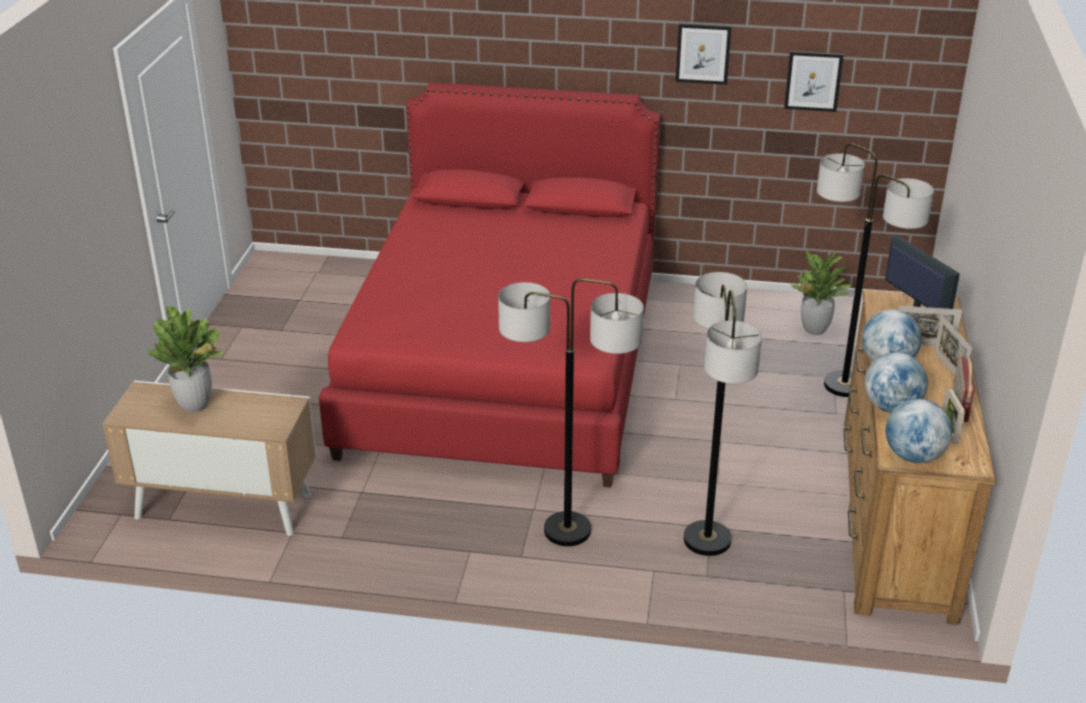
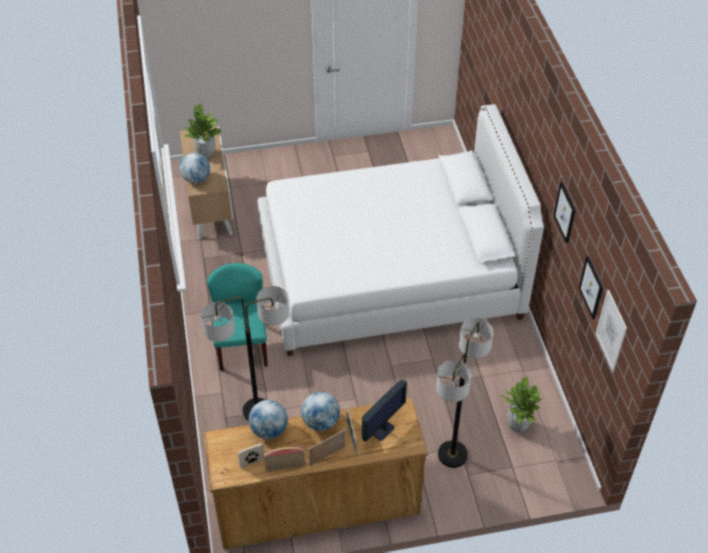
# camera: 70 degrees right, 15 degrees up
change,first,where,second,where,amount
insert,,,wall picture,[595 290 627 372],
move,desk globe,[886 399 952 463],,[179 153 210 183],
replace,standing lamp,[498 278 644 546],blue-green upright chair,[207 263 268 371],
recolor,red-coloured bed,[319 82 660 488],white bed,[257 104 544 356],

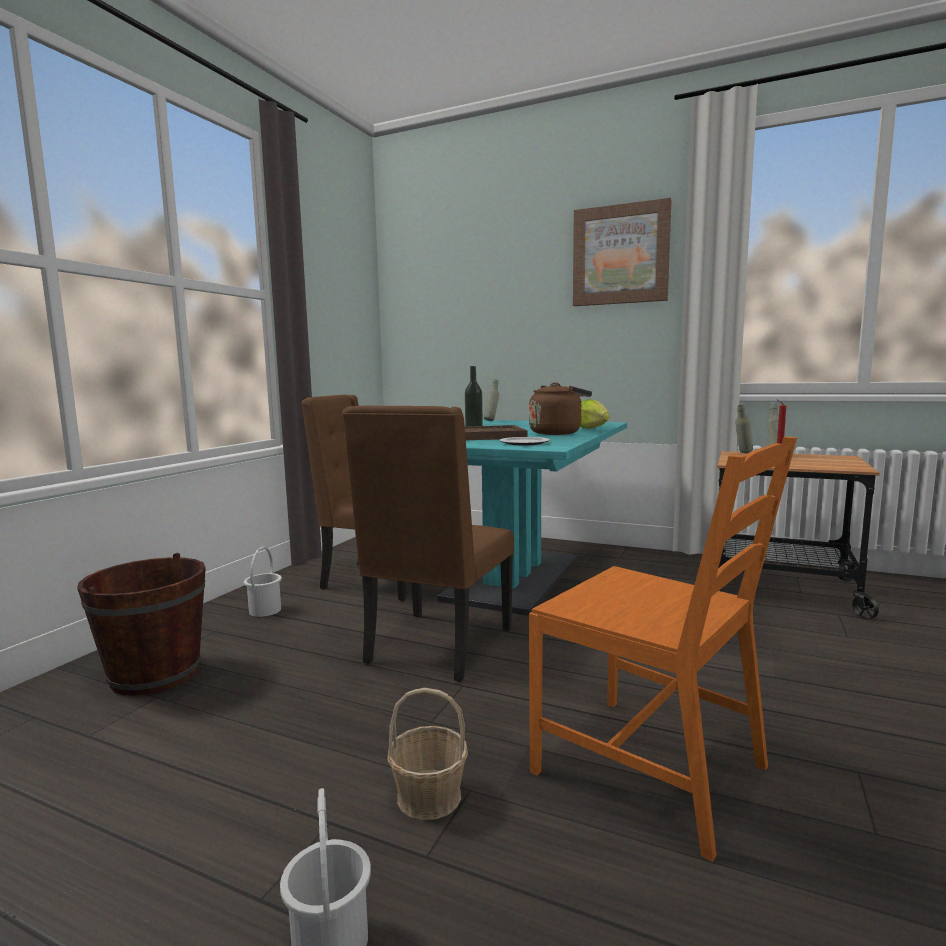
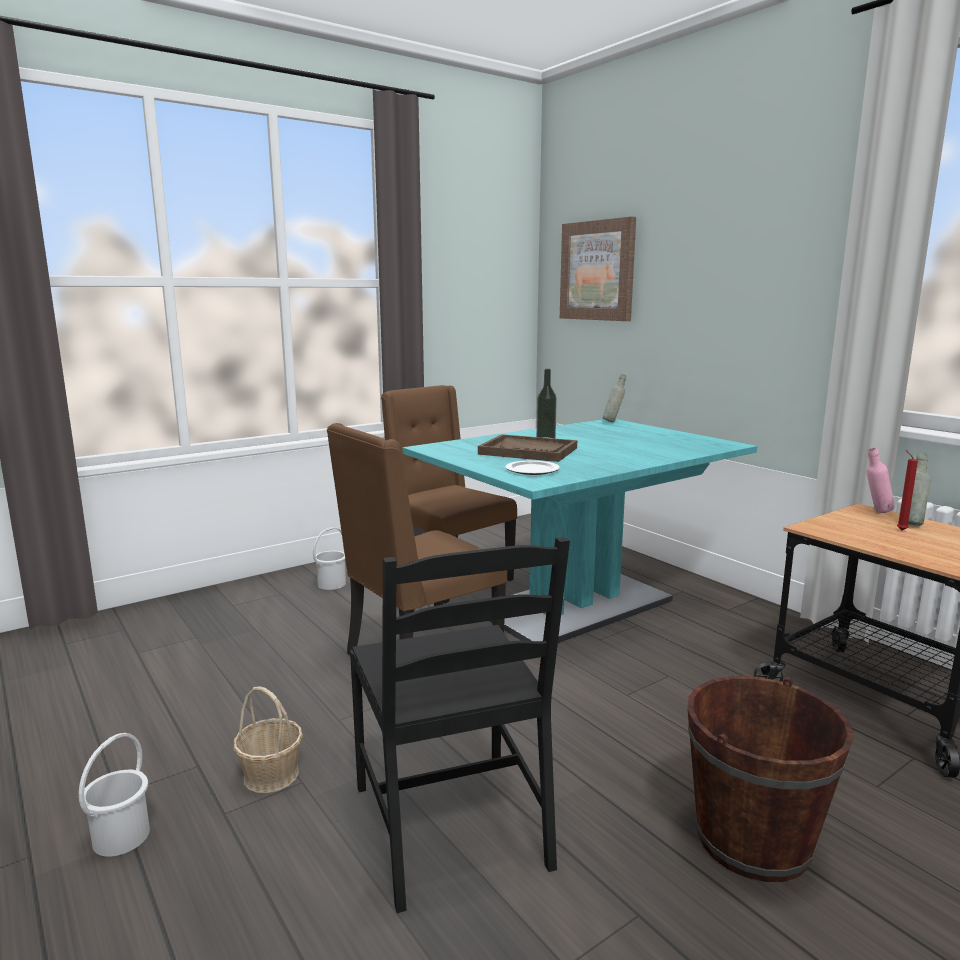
# camera: 30 degrees right, 5 degrees up
change,first,where,second,where,amount
delete,brown kettle,[529 382 592 435],,,
delete,head of lettuce,[580 399 610 429],,,
move,brown pail,[77 553 206 696],,[687 676 854 882],
move,wall picture,[573 198 672 306],,[560 217 636 321],
recolor,orange-coloured upright chair,[529 437 797 862],black-coloured upright chair,[350 537 570 913],
recolor,greyish beverage bottle,[735 404 753 453],pink-coloured beverage bottle,[866 447 894 513],

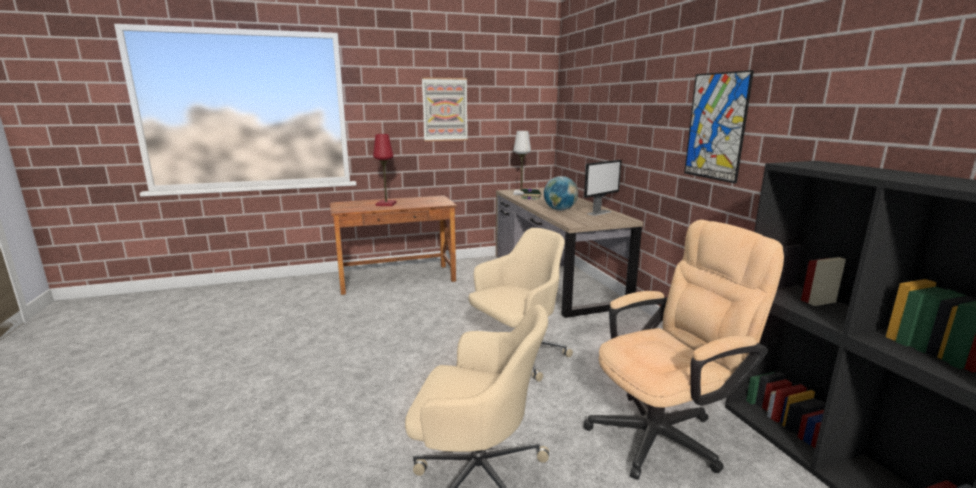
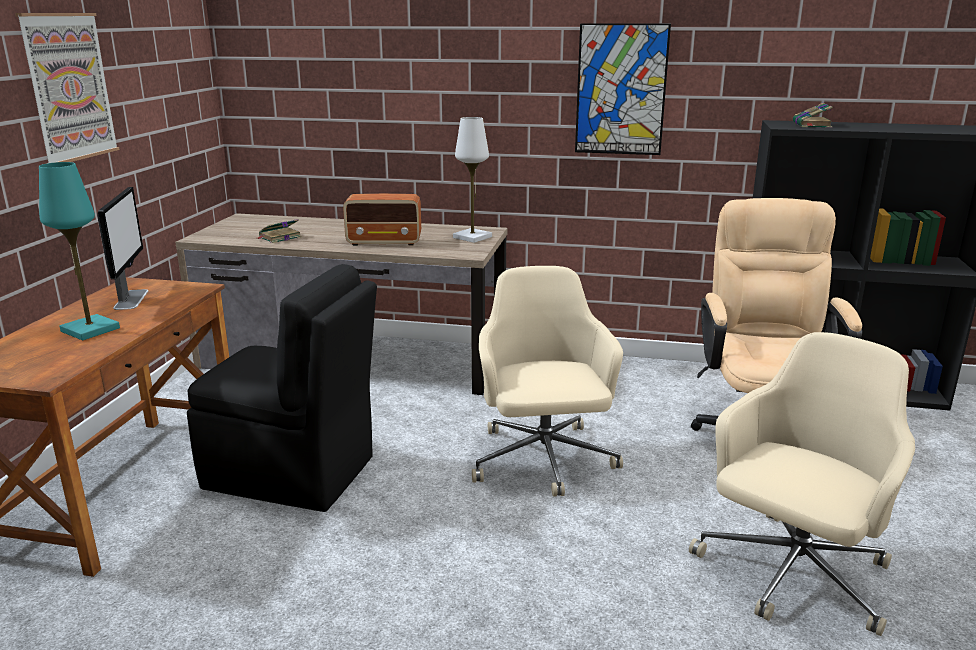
# camera: 60 degrees left, 5 degrees up
change,first,where,second,where,amount
insert,,,black-coloured upright chair,[187 264 377 512],
insert,,,book,[793 103 833 128],
move,white lamp for a table,[513 131 531 195],,[453 117 492 243],
move,computer display,[584 160 622 216],,[97 187 148 310],
replace,desk globe,[544 176 578 210],radio receiver,[343 193 421 246],
recolor,red-coloured lamp for a table,[373 134 397 206],blue-green lamp for a table,[39 162 120 340],

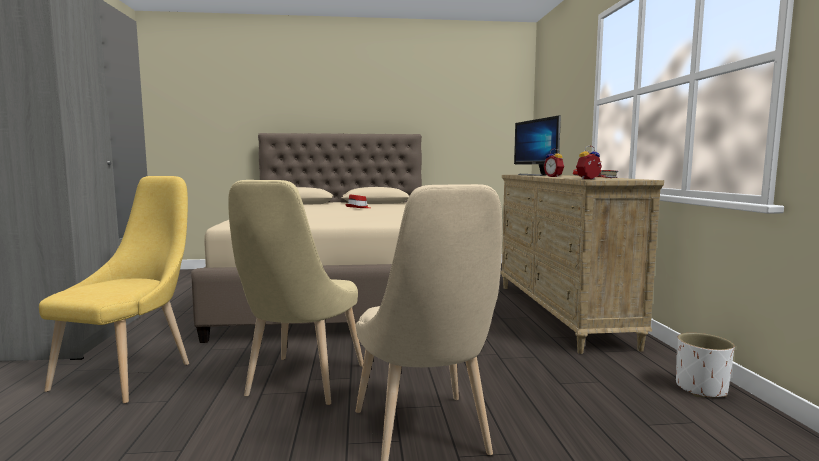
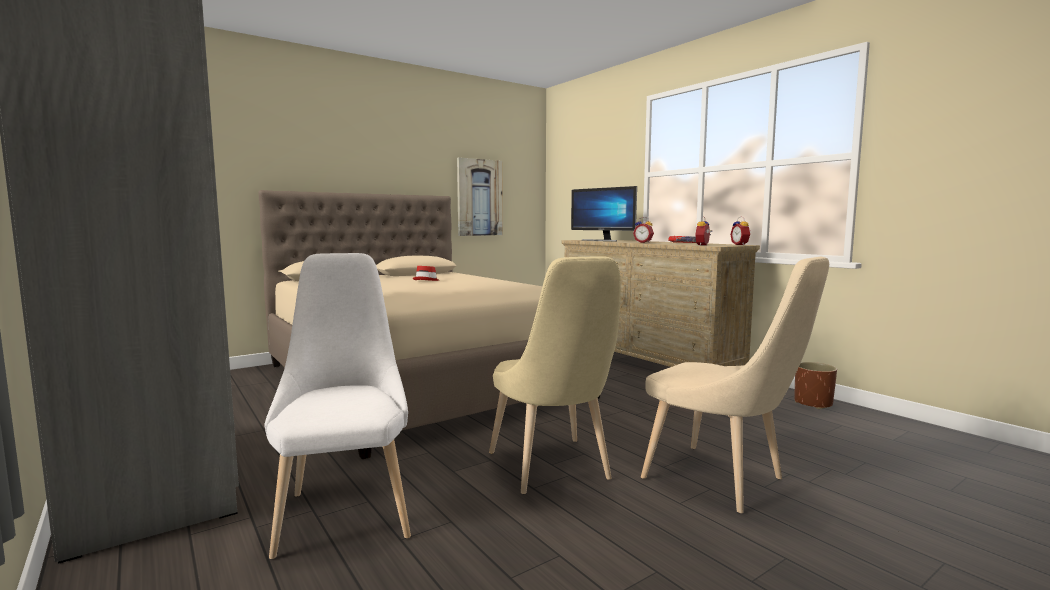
# camera: 30 degrees left, 0 degrees up
change,first,where,second,where,amount
insert,,,wall picture,[457 157 503 236],
insert,,,table clock,[730 216 751 245],
recolor,yellow upright chair,[39 176 189 403],white upright chair,[264 253 411 559],
recolor,white flower pot,[676 333 735 398],brown flower pot,[794 362 837 409],

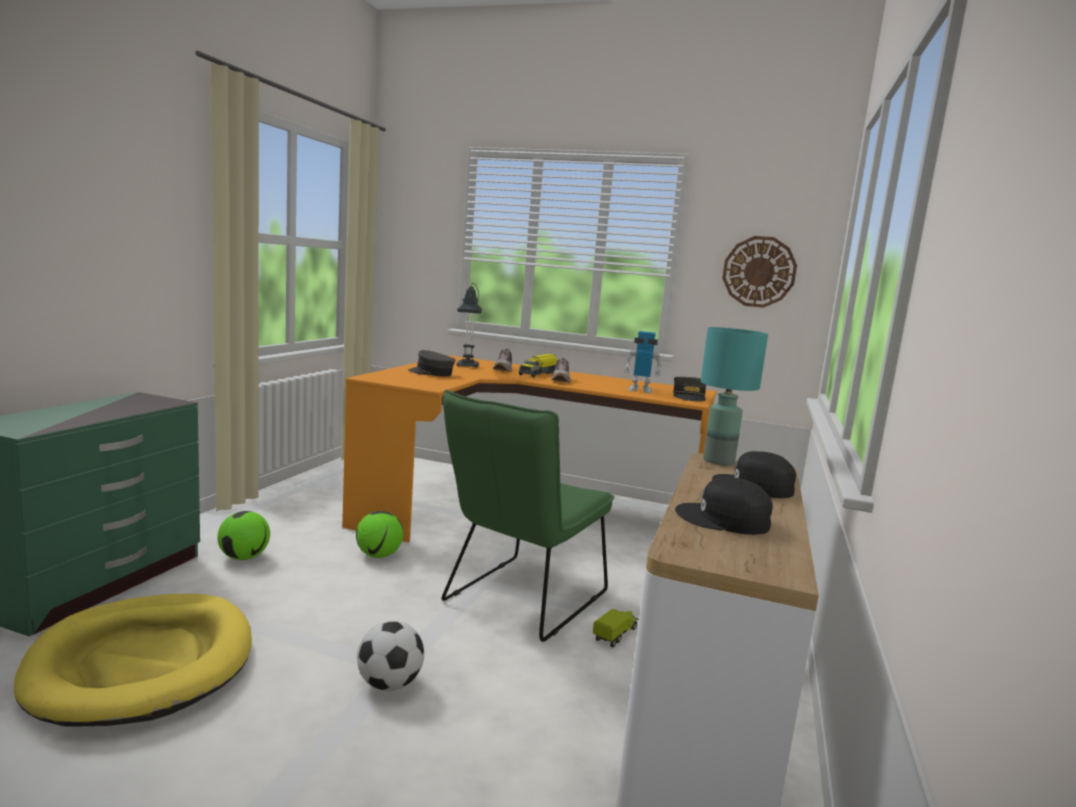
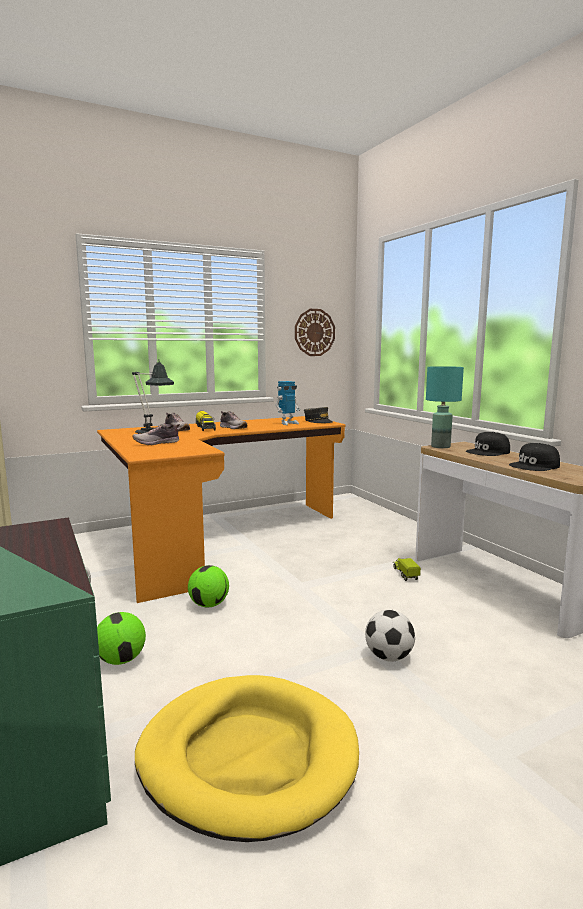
# camera: 45 degrees left, 0 degrees up
change,first,where,second,where,amount
delete,green upright chair,[442 389 614 642],,,
replace,greyish peaked cap,[408 350 455 377],shoe,[132 423 180 445],

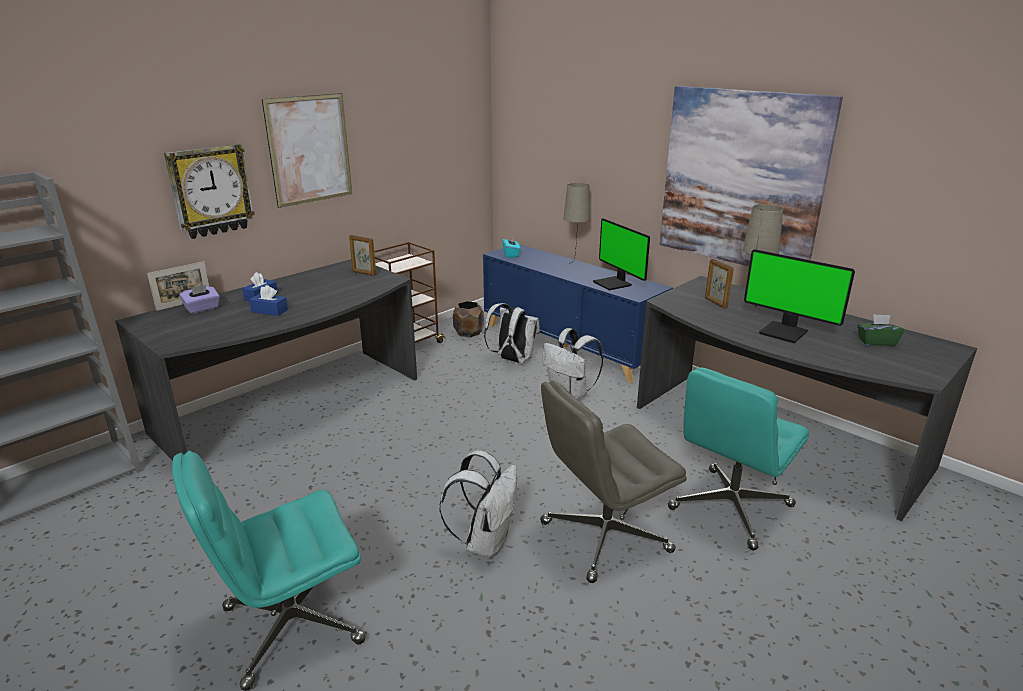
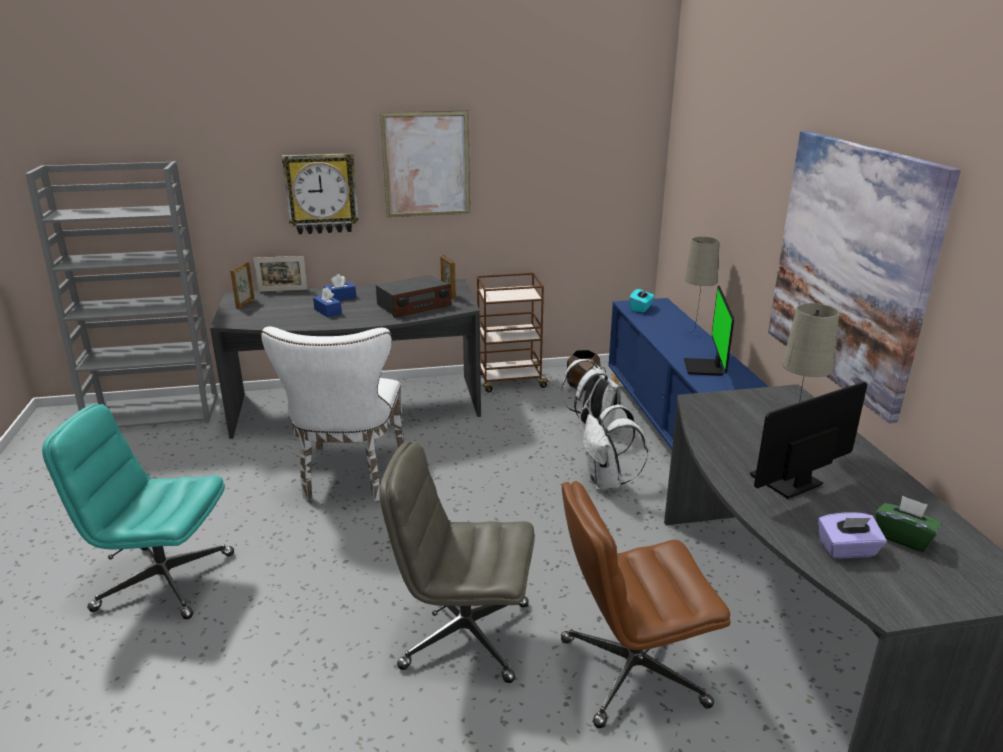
# camera: 35 degrees right, 0 degrees up
change,first,where,second,where,amount
delete,white rucksack,[439 450 517 558],,,
insert,,,white upright chair,[261 327 404 501],
insert,,,radio receiver,[376 275 451 318],
move,purplish tissue box,[179 285 220 314],,[818 512 886 559],
move,photo frame,[705 259 734 309],,[230 262 255 309],
recolor,blue-green office chair,[668 367 809 550],brown office chair,[561 481 730 728],
rotate,computer display,[744 249 855 343],,[750 382 867 499],75 degrees clockwise

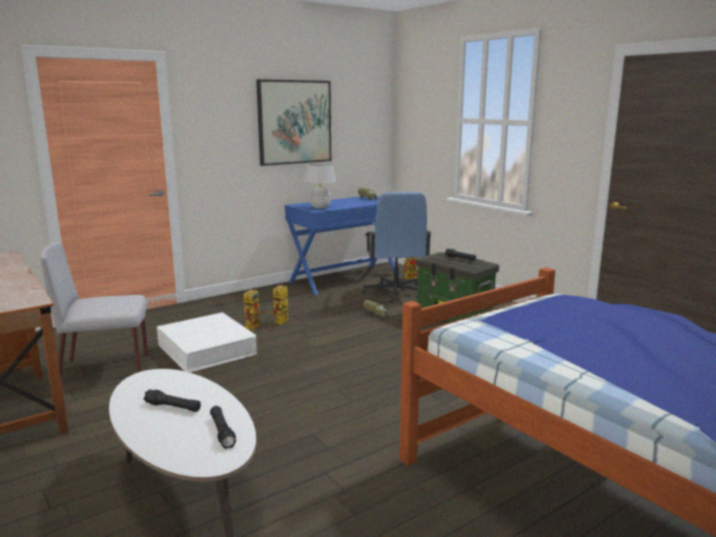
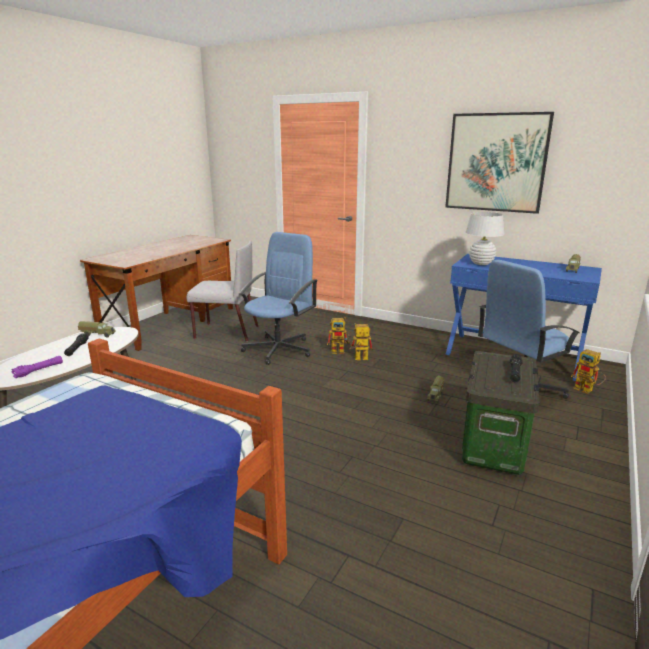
# camera: 65 degrees right, 5 degrees up
change,first,where,second,where,amount
insert,,,toy truck,[78 321 116 338],
replace,white storage box,[157 312 257 372],blue office chair,[239 232 318 365],
recolor,black-coloured torch,[210 406 236 449],purplish torch,[11 356 63 378],
rotate,greyish upright chair,[40 242 148 377],,[187 240 258 342],135 degrees clockwise

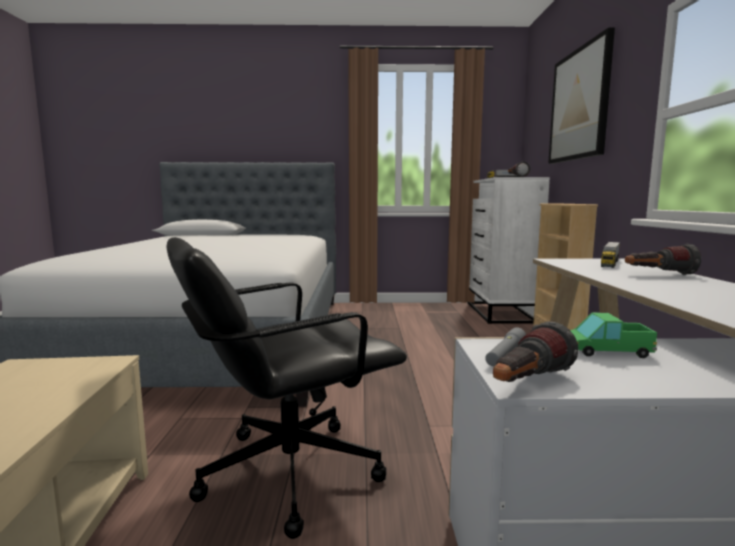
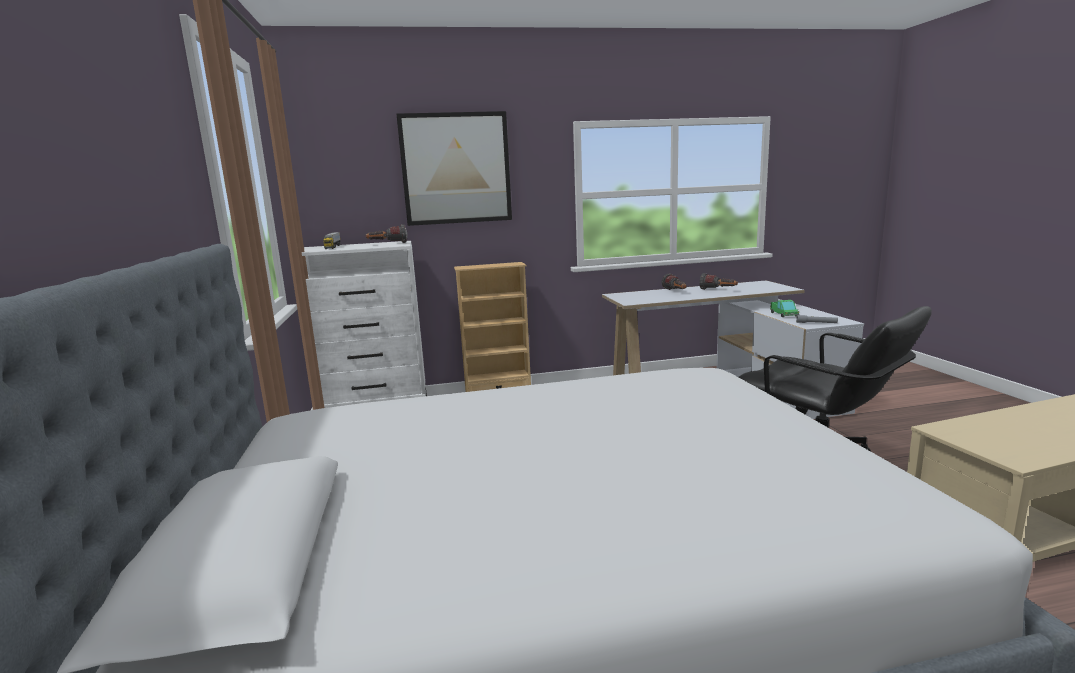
# camera: 100 degrees left, 5 degrees up
change,first,where,second,where,amount
delete,toy truck,[601 242 620 268],,,
move,torch,[493 322 579 382],,[699 273 738 290],

